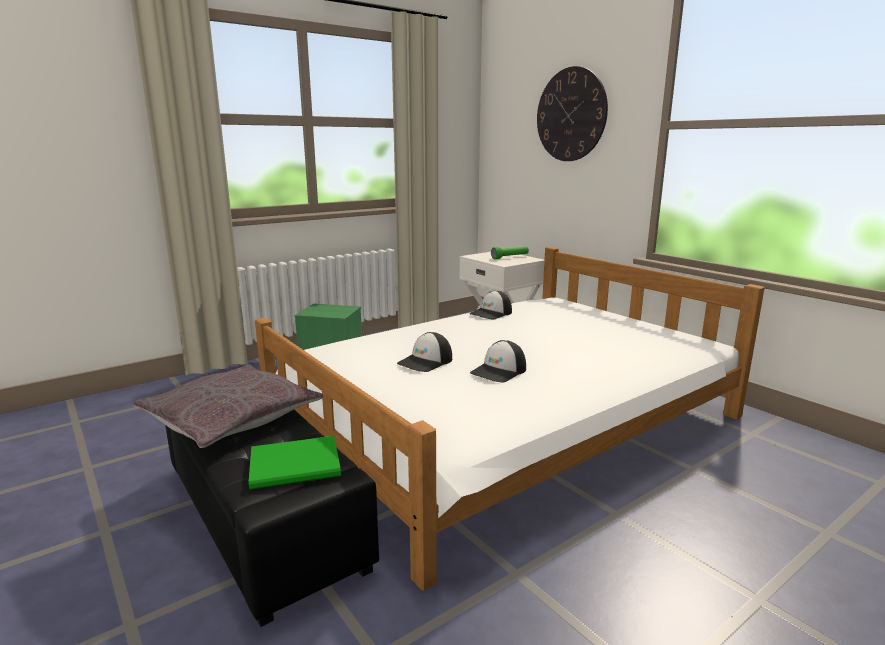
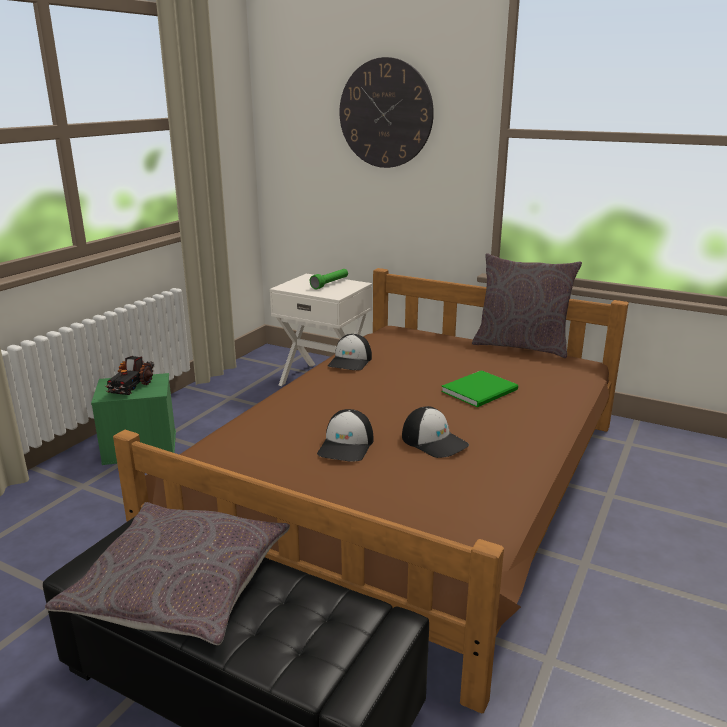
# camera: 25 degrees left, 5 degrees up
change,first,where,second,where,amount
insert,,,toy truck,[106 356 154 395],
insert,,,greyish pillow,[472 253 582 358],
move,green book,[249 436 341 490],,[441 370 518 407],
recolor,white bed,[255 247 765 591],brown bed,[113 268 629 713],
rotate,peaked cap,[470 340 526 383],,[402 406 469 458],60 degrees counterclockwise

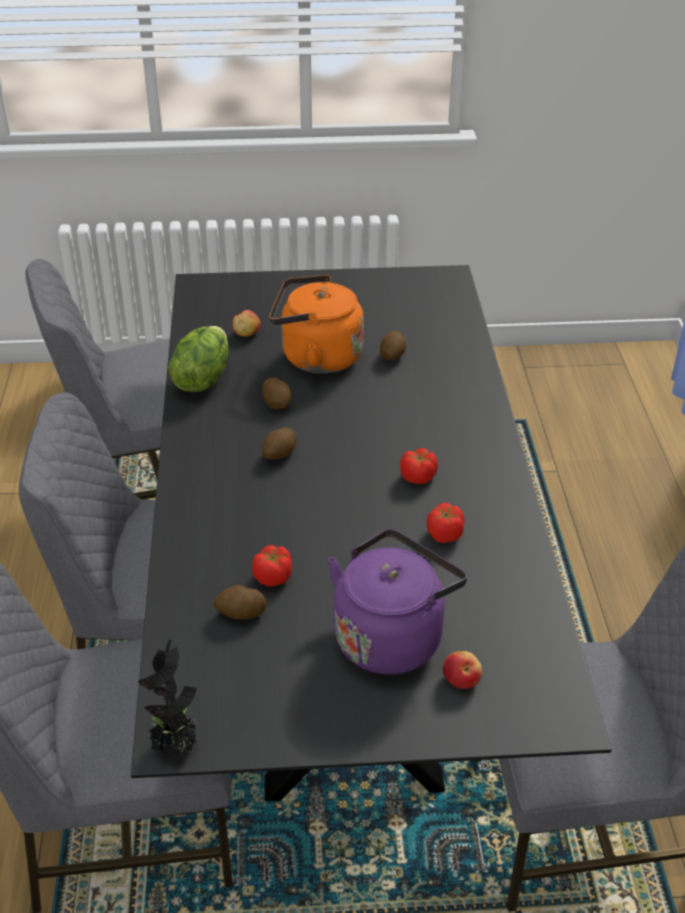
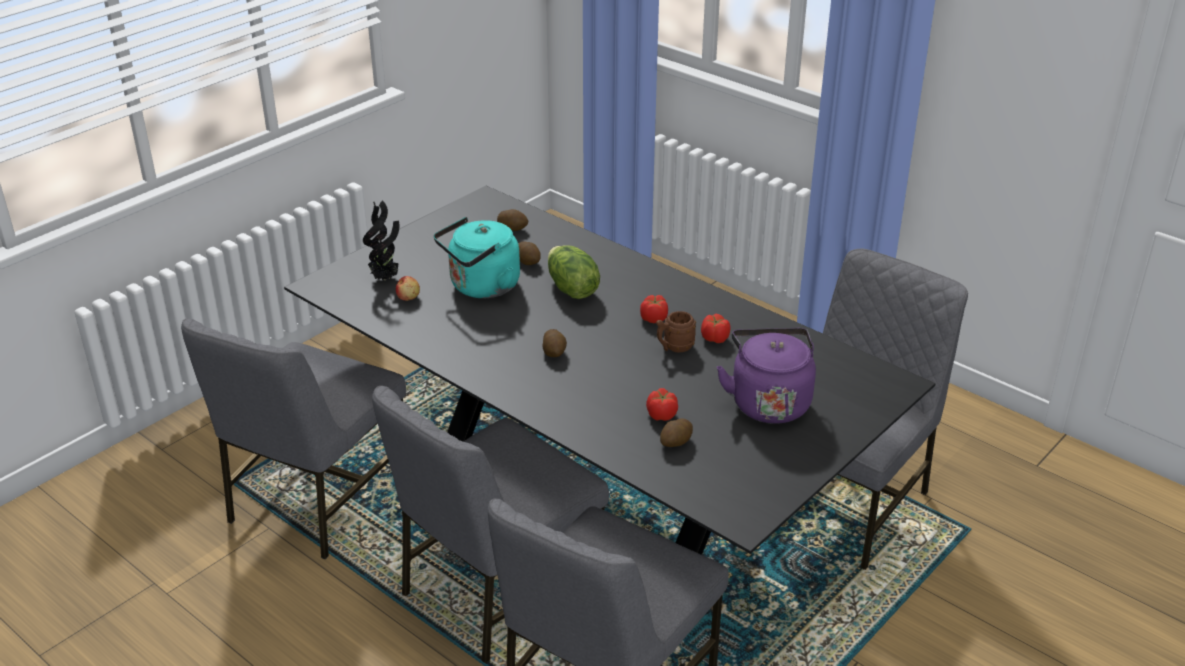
# camera: 45 degrees left, 5 degrees down
change,first,where,second,where,amount
delete,apple fruit,[443 651 482 689],,,
insert,,,brown mug,[656 311 696 353],
move,potted plant,[138 639 197 754],,[363 201 399 280],
move,head of lettuce,[168 326 229 392],,[548 245 600 299],
move,potato,[262 377 291 409],,[497 209 529 231],
recolor,orange-coloured kettle,[269 275 364 374],blue-green kettle,[434 217 520 298],

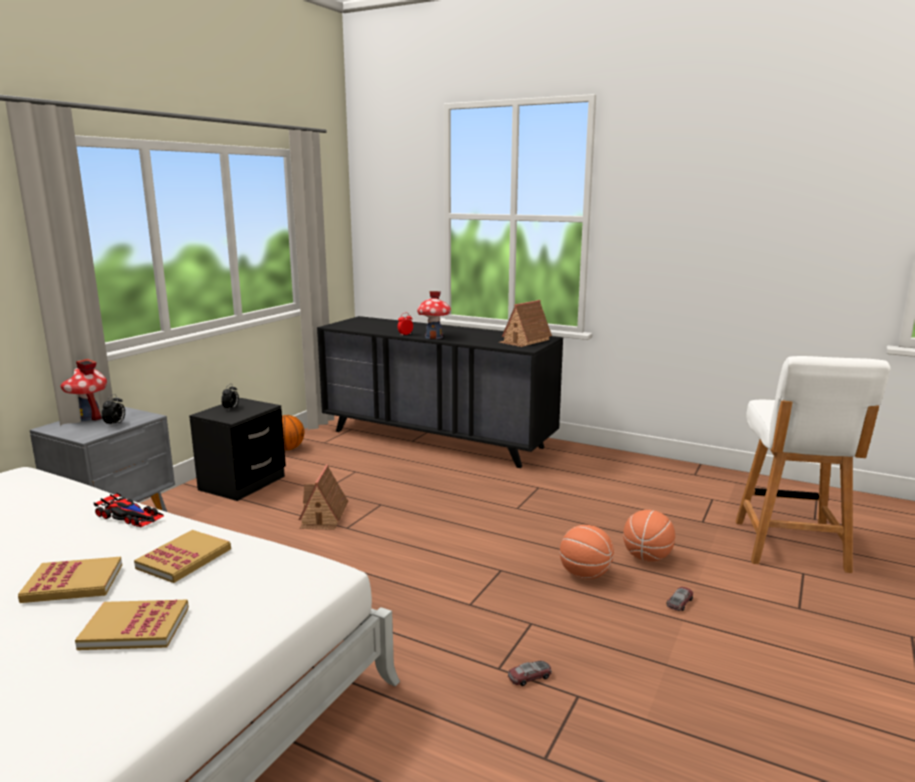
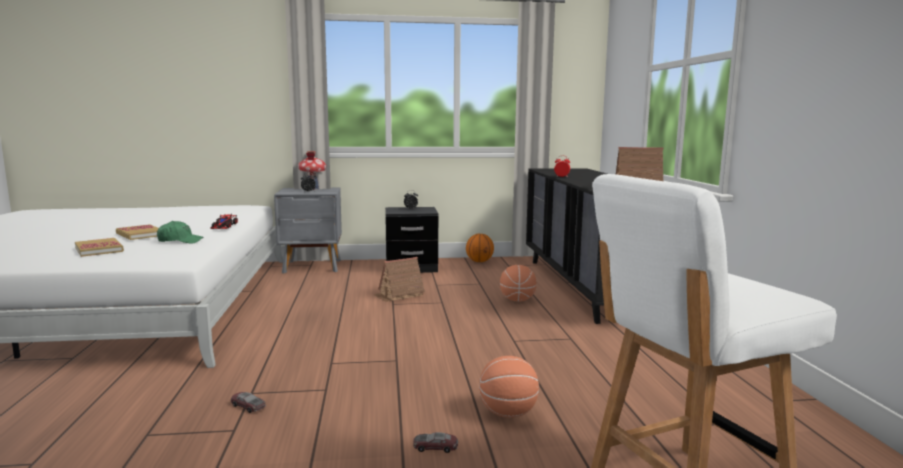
# camera: 55 degrees right, 5 degrees down
change,first,where,second,where,amount
delete,miniature house,[417 291 451 339],,,
move,ball for basketball,[560 525 614 579],,[500 265 537 301],
replace,book,[134 530 231 583],green peaked cap,[157 221 204 244],

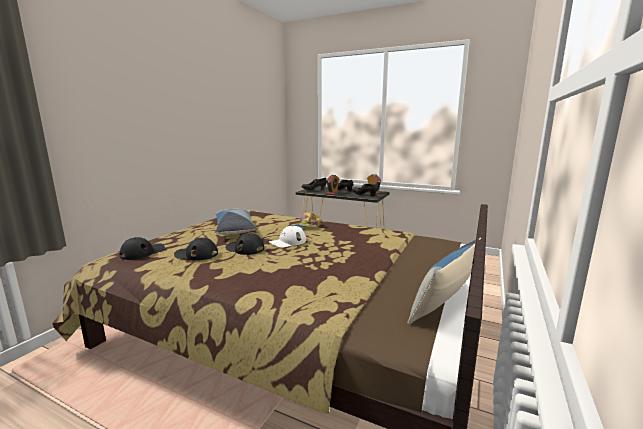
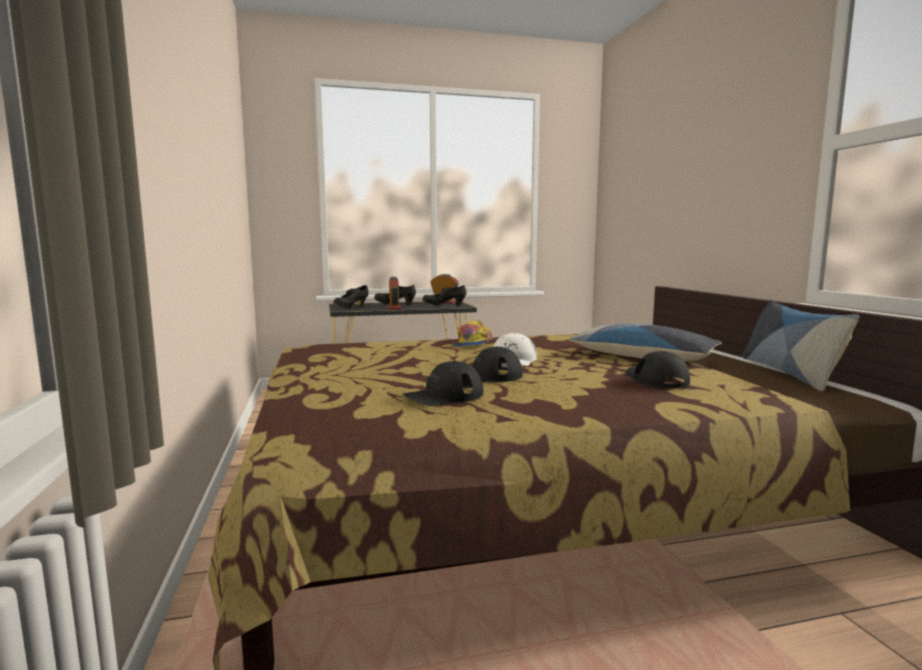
# camera: 40 degrees left, 5 degrees down
change,first,where,second,where,amount
move,black-coloured peaked cap,[119 237 165 260],,[625 351 690 388],
move,pillow,[214 209 257 236],,[569 324 722 361],

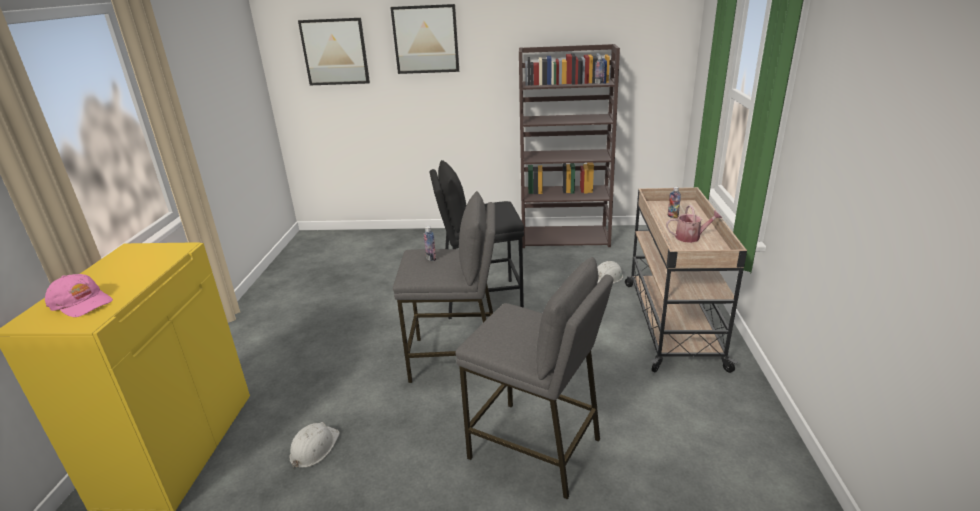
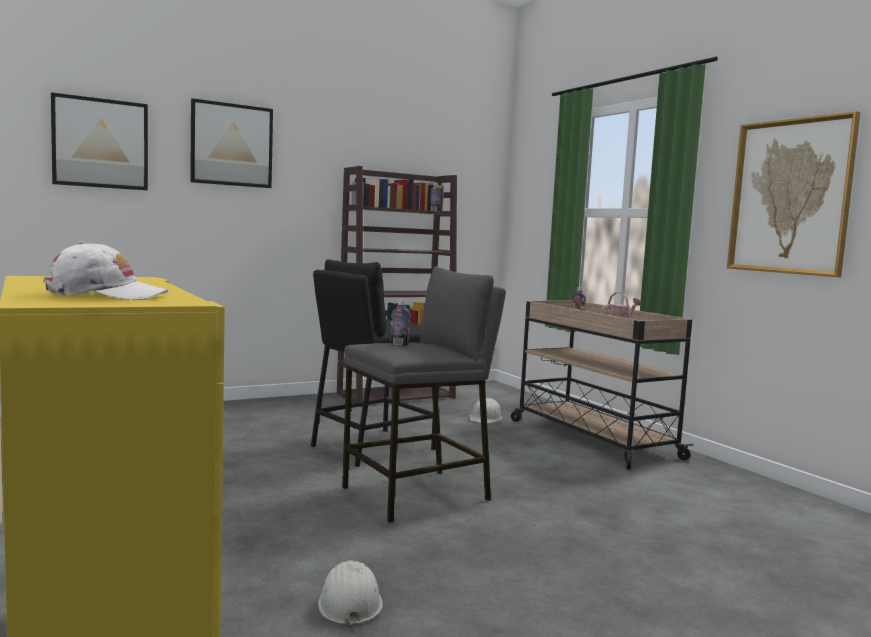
# camera: 35 degrees left, 20 degrees down
change,first,where,second,where,amount
delete,greyish stool,[455 257 613 500],,,
insert,,,wall picture,[727 111 860 277],
recolor,pink-coloured peaked cap,[45 274 113 317],white peaked cap,[43 242 168 300],

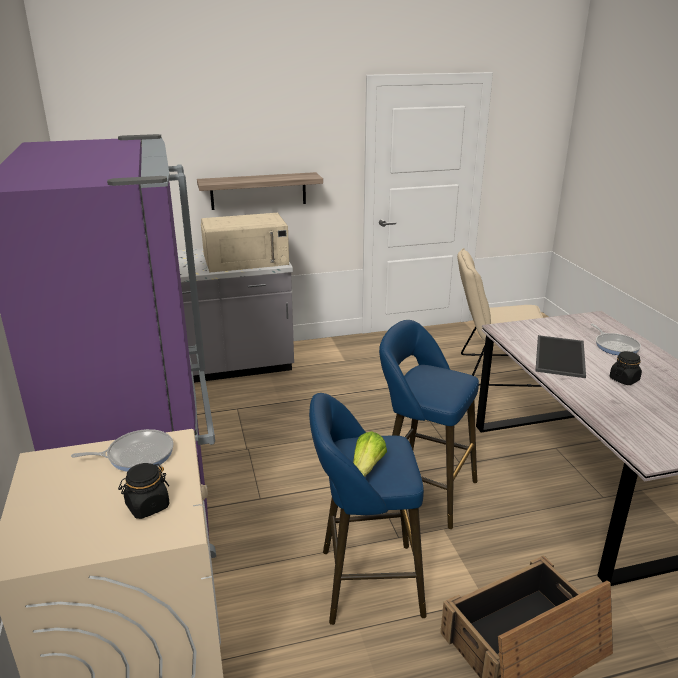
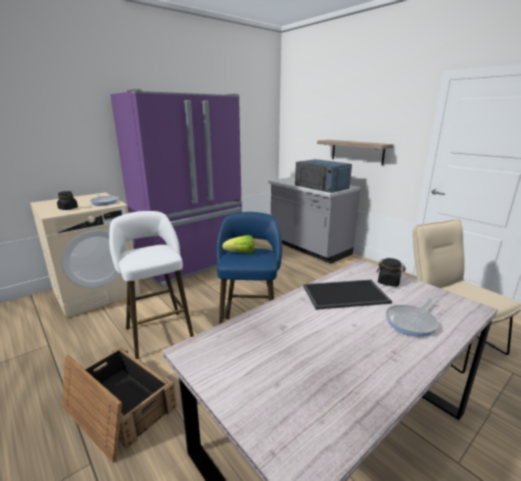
# camera: 65 degrees right, 5 degrees down
change,first,where,second,where,amount
move,head of lettuce,[353 431 387 477],,[222 235 255 254],
move,black-coloured storage jar,[609 351 642 385],,[377 258 406 287],
recolor,beige microwave oven,[201 213 289 272],blue microwave oven,[295 159 352 193],
recolor,blue stool,[309 393 427 625],white stool,[109 211 194 359],

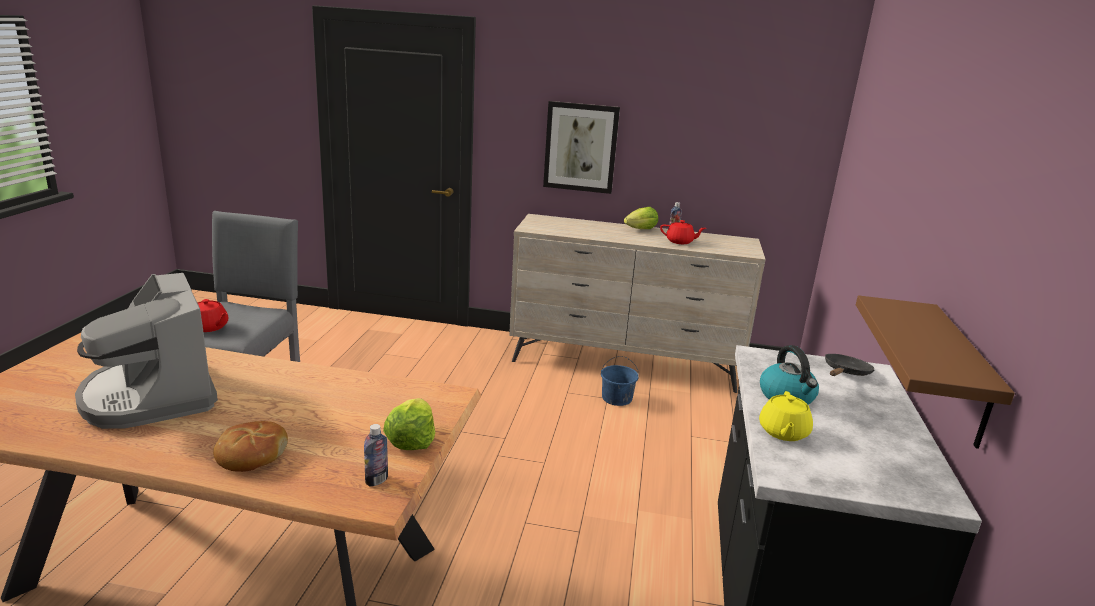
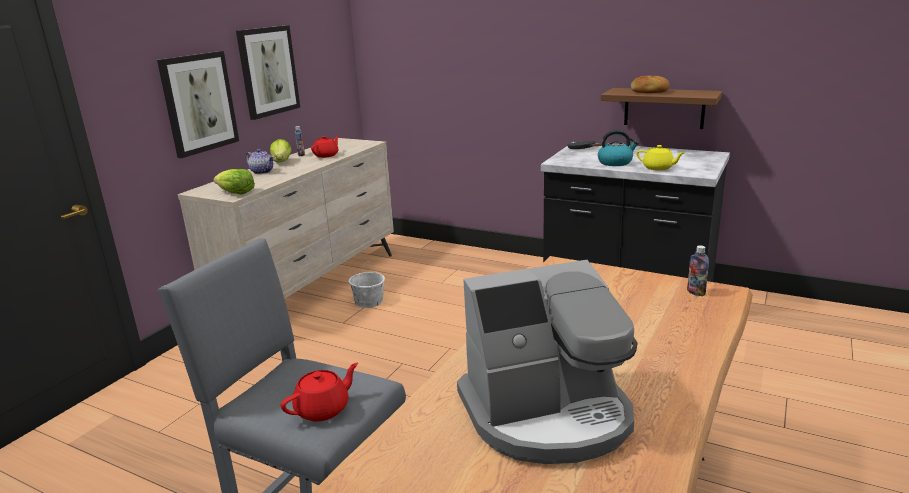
# camera: 70 degrees left, 0 degrees up
change,first,where,second,where,amount
insert,,,wall picture,[236 25 300 120],
insert,,,tea pot,[246 149 274 174],
move,bakery bread,[213 421 288 472],,[631 75 669 93],
move,head of lettuce,[383 398 435 450],,[213 169 255 195],
recolor,blue pail,[601 356 639 406],white pail,[349 261 385 308],

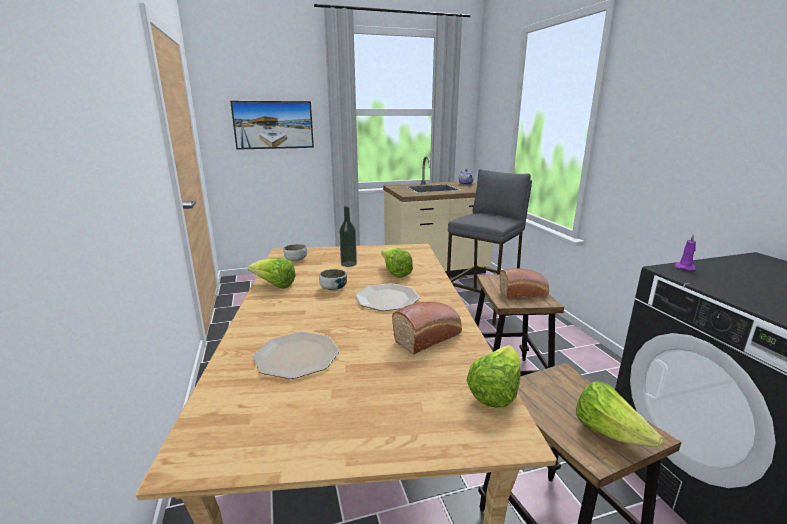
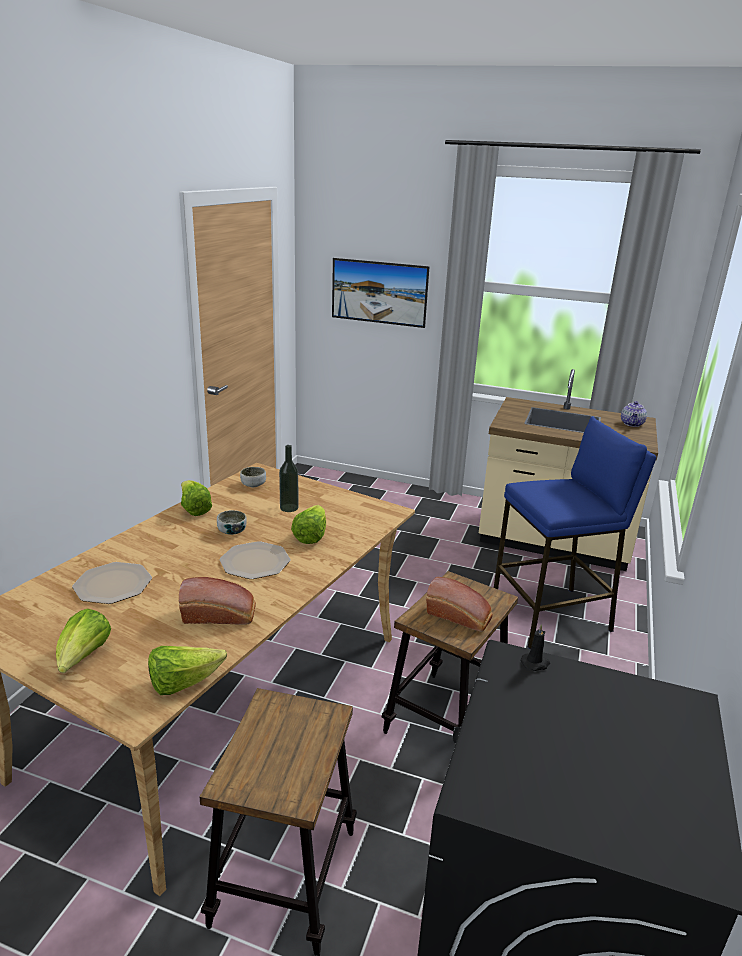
# camera: 35 degrees right, 5 degrees up
change,first,where,second,where,amount
move,head of lettuce,[576 381 664 447],,[56 609 111 673],
recolor,greyish stool,[447 169 532 325],blue stool,[494 416 656 649],
recolor,purplish wax candle,[674 234 696 271],black-coloured wax candle,[521 624 550 671],

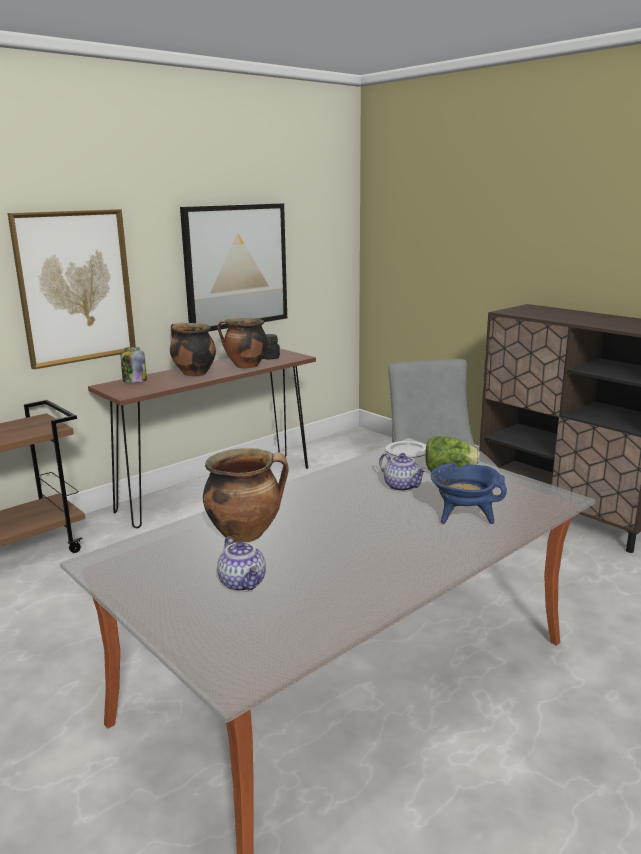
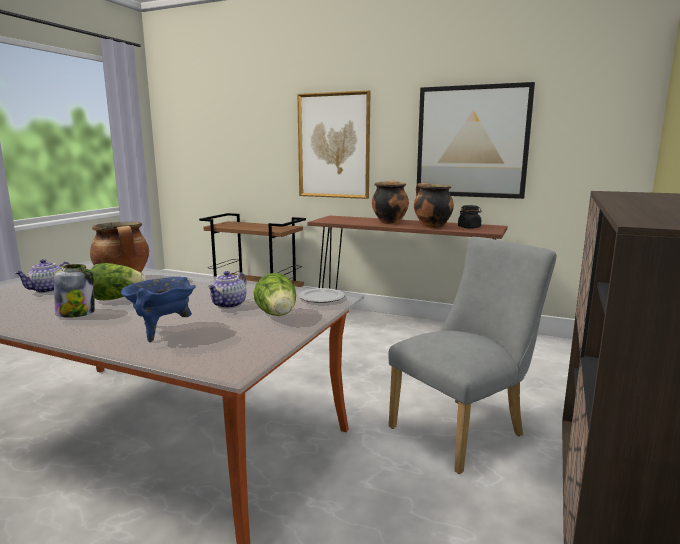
# camera: 65 degrees right, 5 degrees down
change,first,where,second,where,amount
insert,,,head of lettuce,[90 263 146 300],
move,storage jar,[121 347 147 383],,[54 264 95 318],

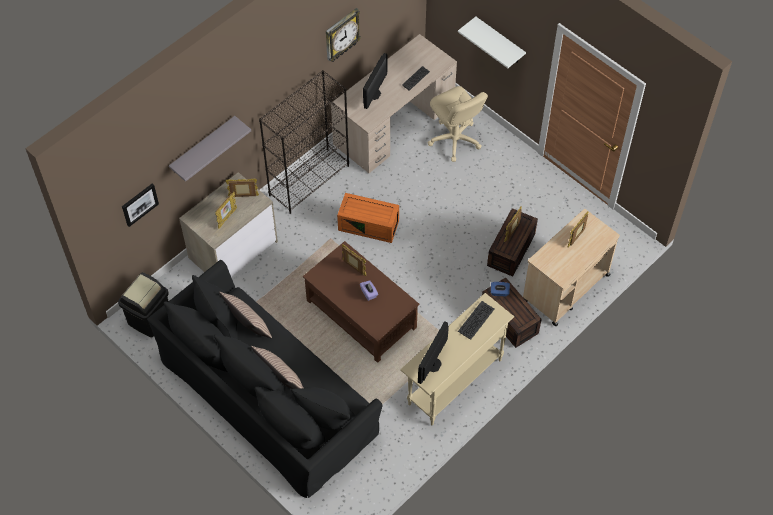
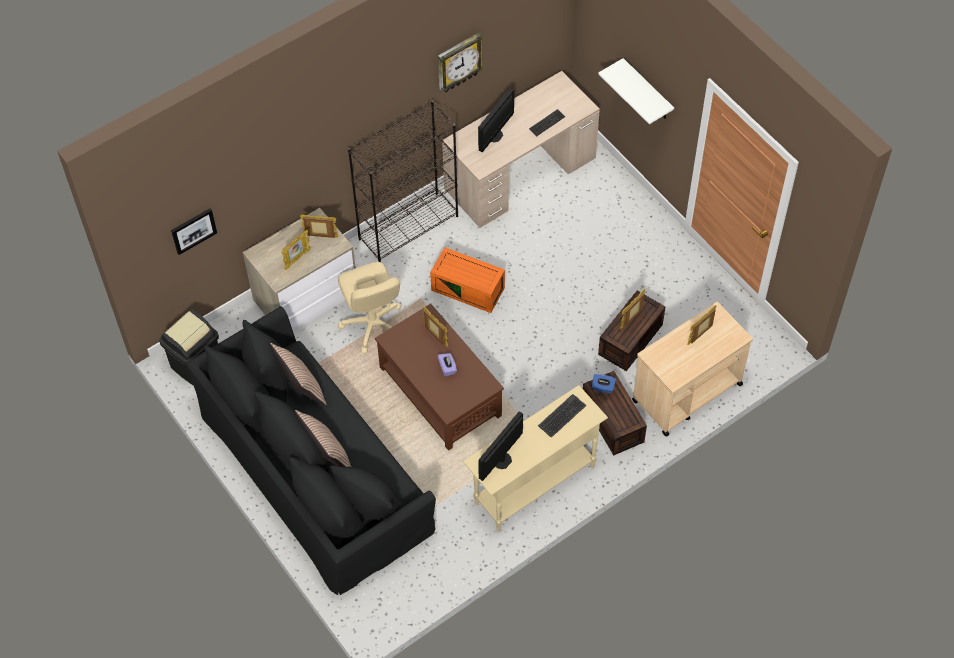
# camera: 10 degrees right, 0 degrees up
change,first,where,second,where,amount
delete,greyish bracket shelf,[169 116 251 182],,,
move,beige office chair,[427 86 488 162],,[338 262 401 354],

